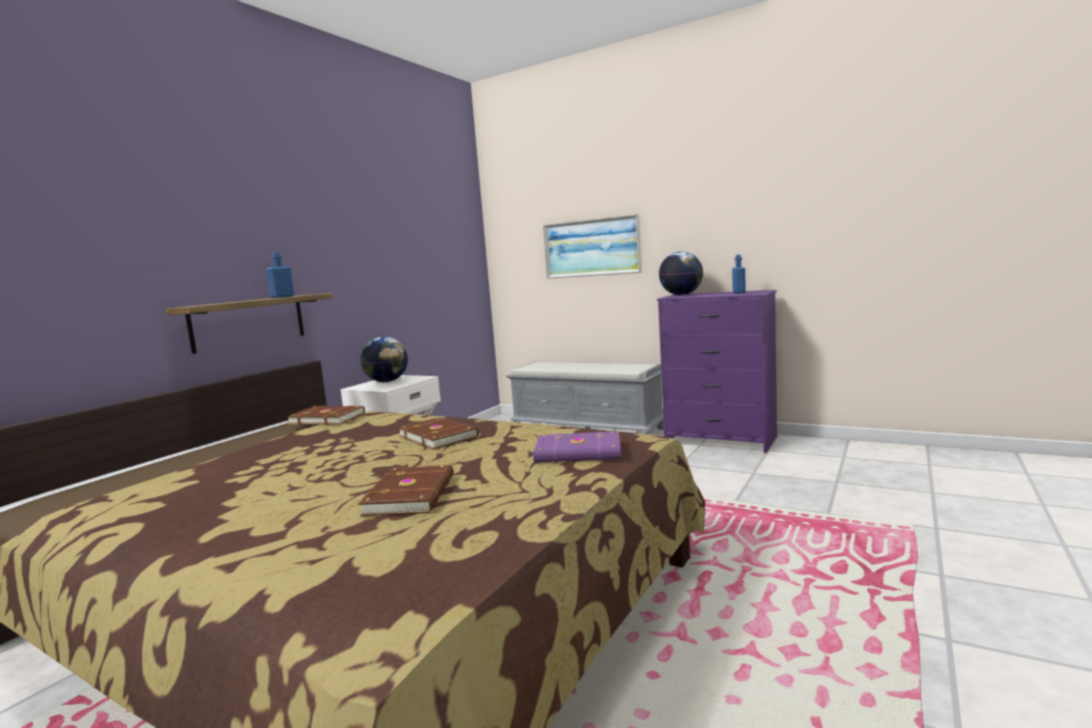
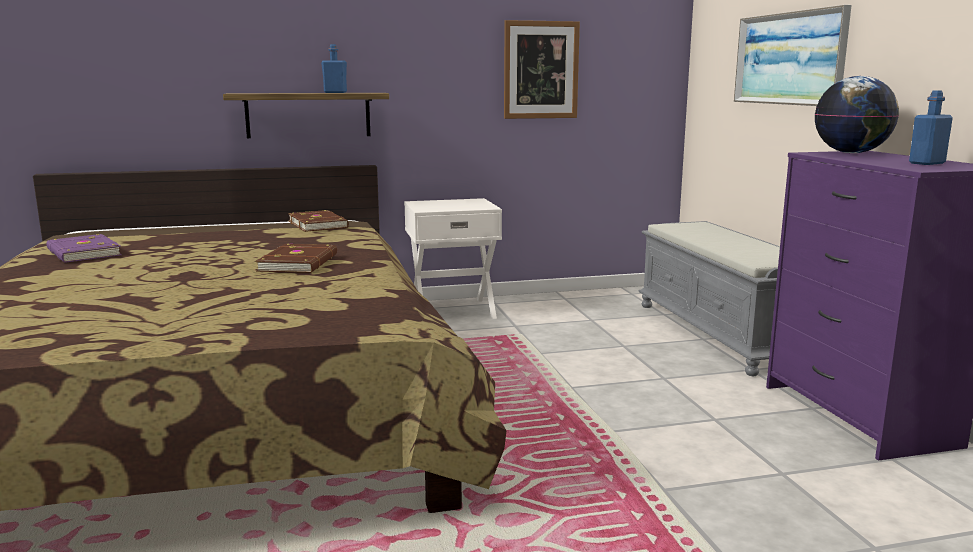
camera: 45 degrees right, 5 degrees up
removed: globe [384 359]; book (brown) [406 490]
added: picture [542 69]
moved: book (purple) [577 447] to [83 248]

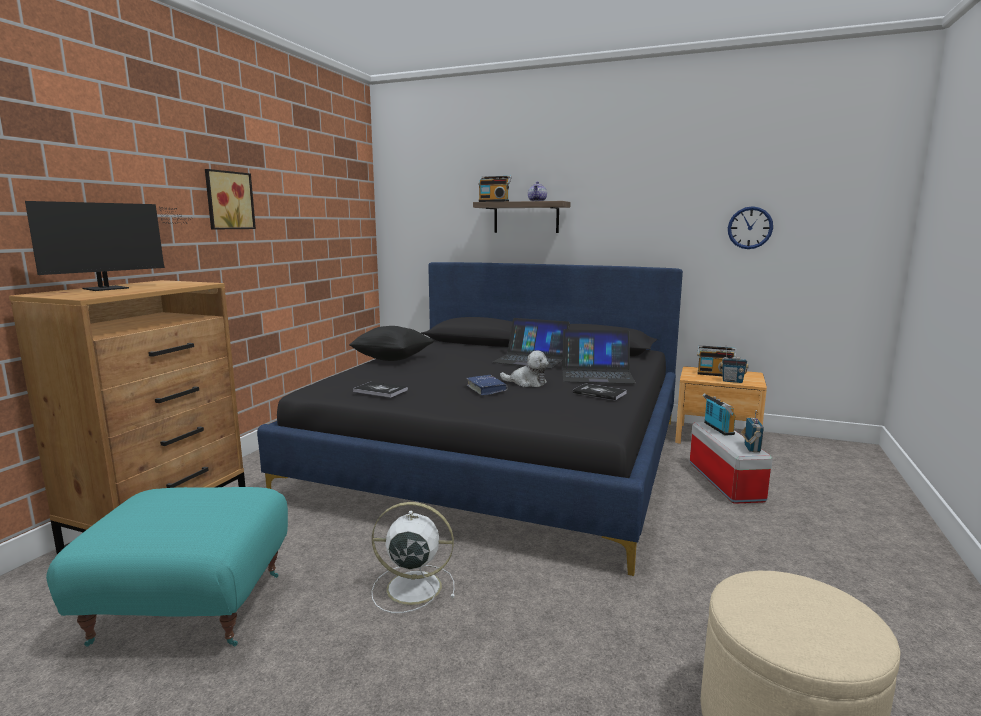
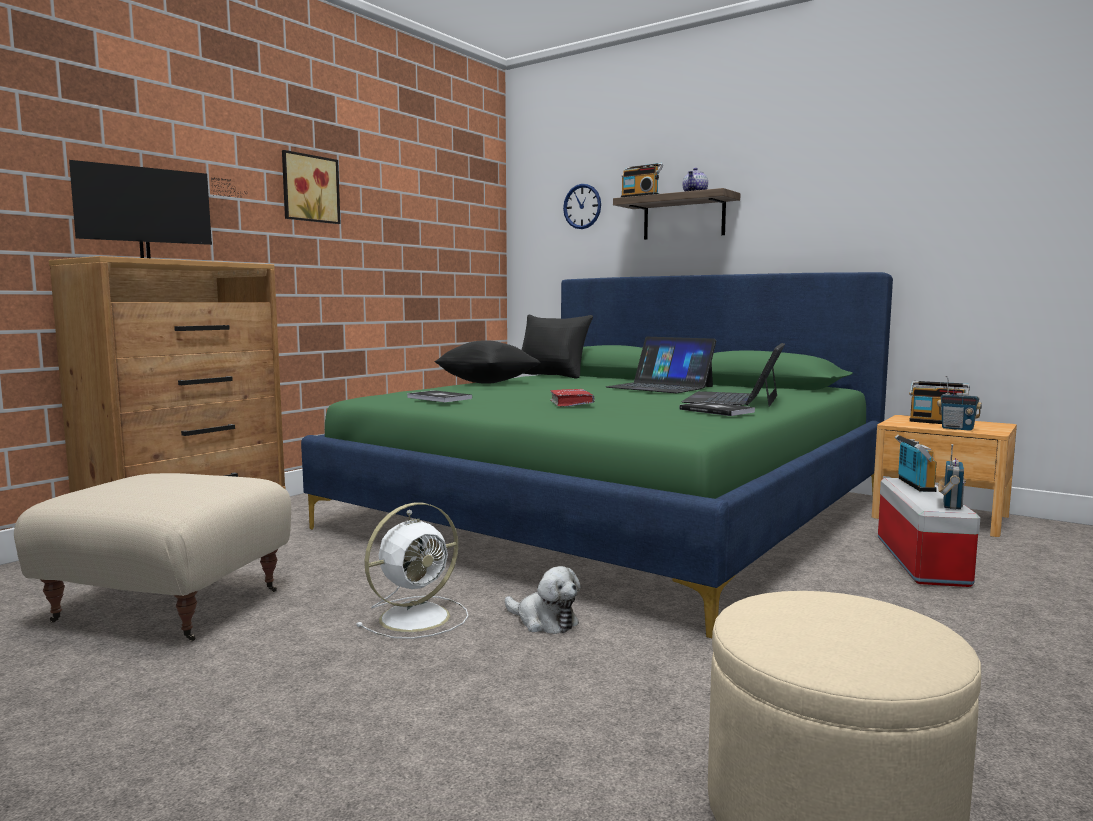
camera: 15 degrees right, 5 degrees down
added: pillow (black) [557 347]
moved: wall clock [750 227] to [582 206]; plush toy [524 368] to [543 600]
recoloured: bed (black) [470 419] to bed (green) [597 455]; book (blue) [487 385] to book (red) [572 398]; ottoman (turquoise) [167 566] to ottoman (beige) [152 557]
turned: laptop [598 356] = [733 375] 90 degrees clockwise; fan (white) [413 557] = [412 570] 120 degrees clockwise

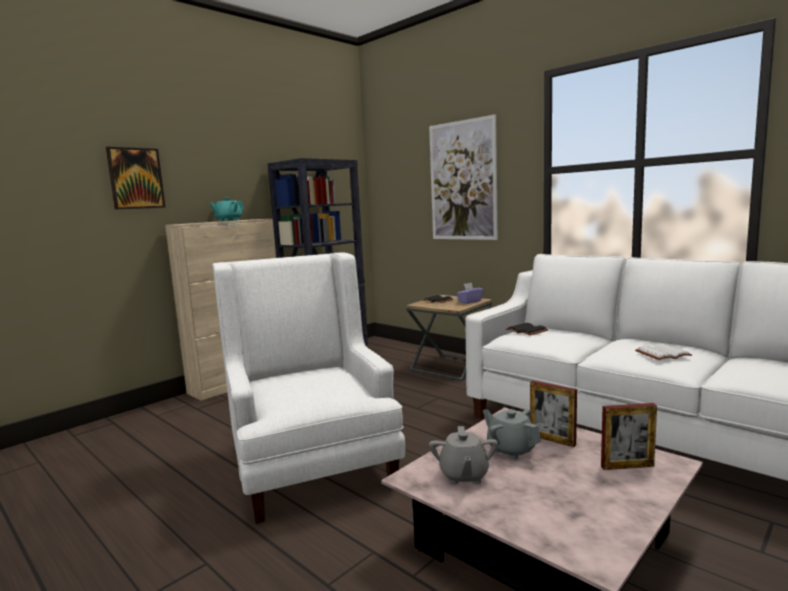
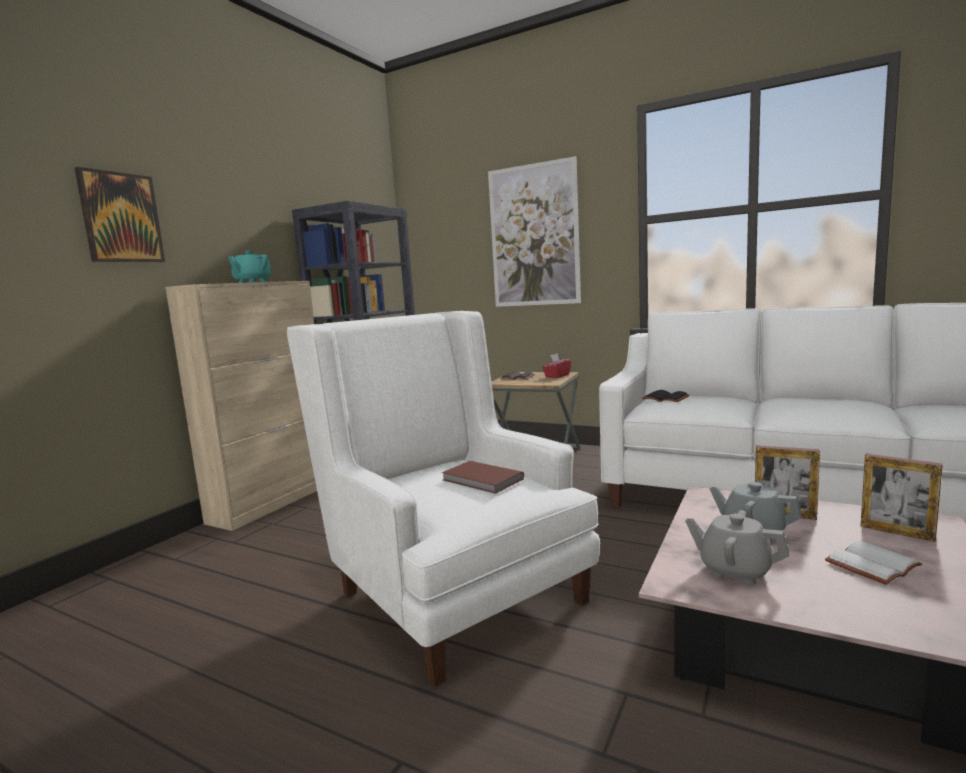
camera: 15 degrees left, 0 degrees up
added: book (brown) [483 477]
moved: book (white) [663 352] to [873 562]
recoloured: tissue box (purple) [469 293] to tissue box (red) [556 365]
turned: picture frame [629 436] = [902 498] 60 degrees clockwise; teapot (grey) [463 455] = [737 547] 135 degrees clockwise

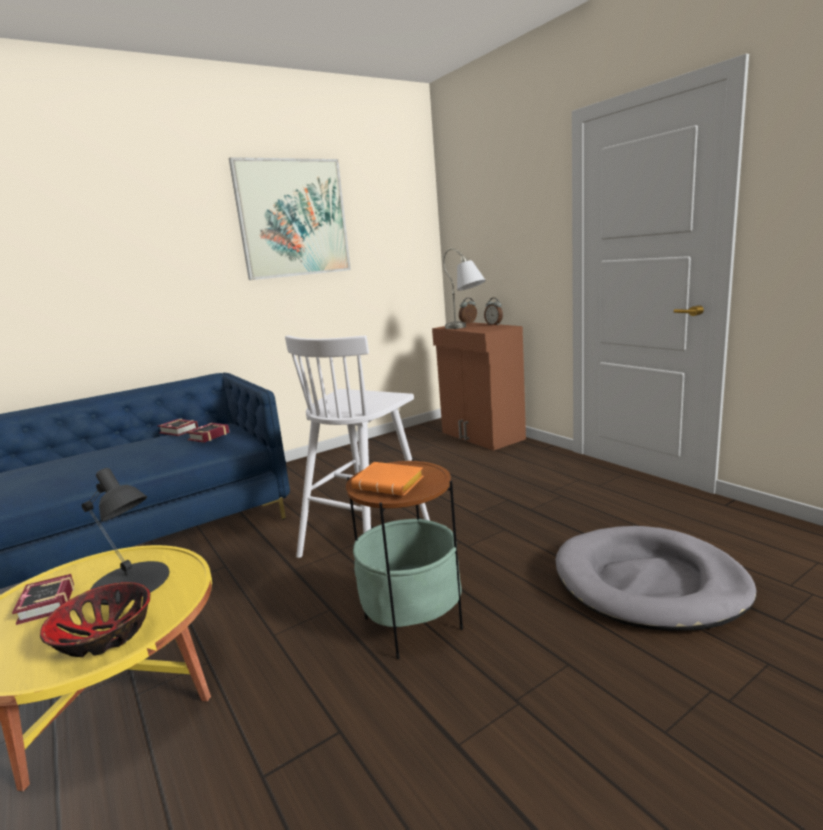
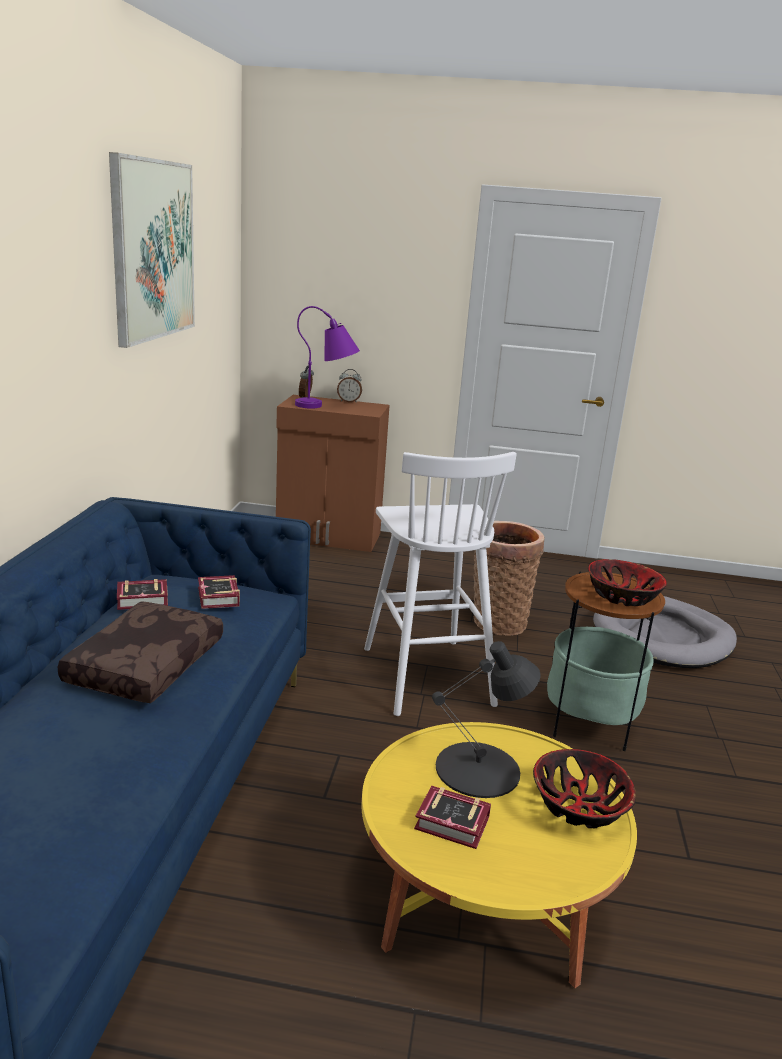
camera: 50 degrees left, 5 degrees up
added: basket [508 578]; pillow (brown) [140 652]
replaced: book (orange) [387 479] to bowl [627 582]
recoloured: table lamp (grey) [464 288] to table lamp (purple) [327 357]

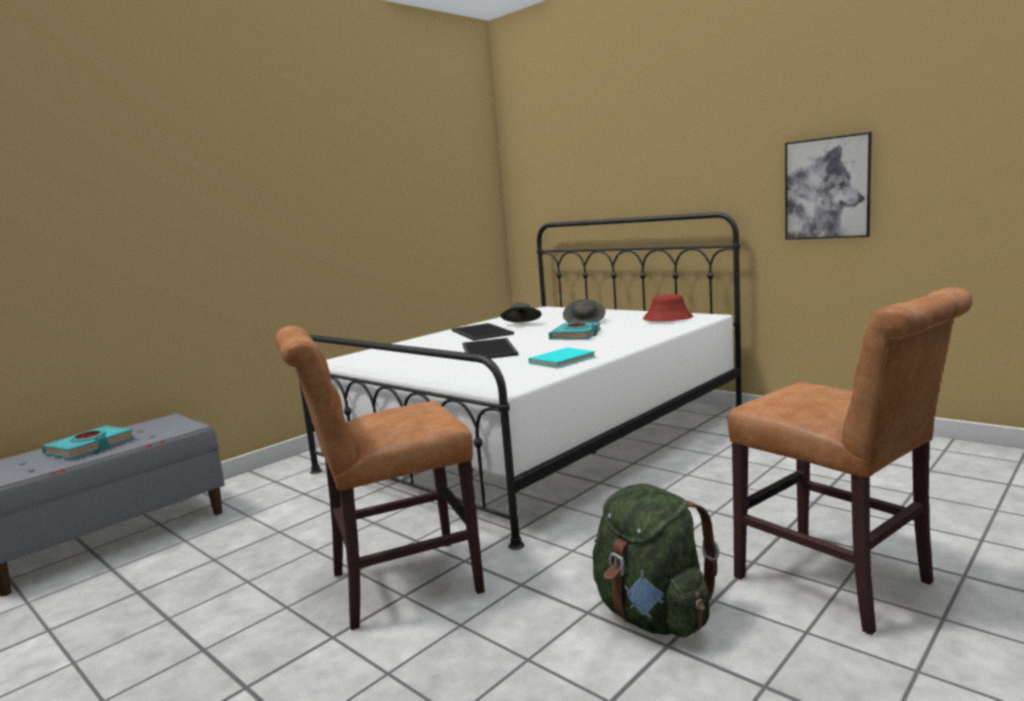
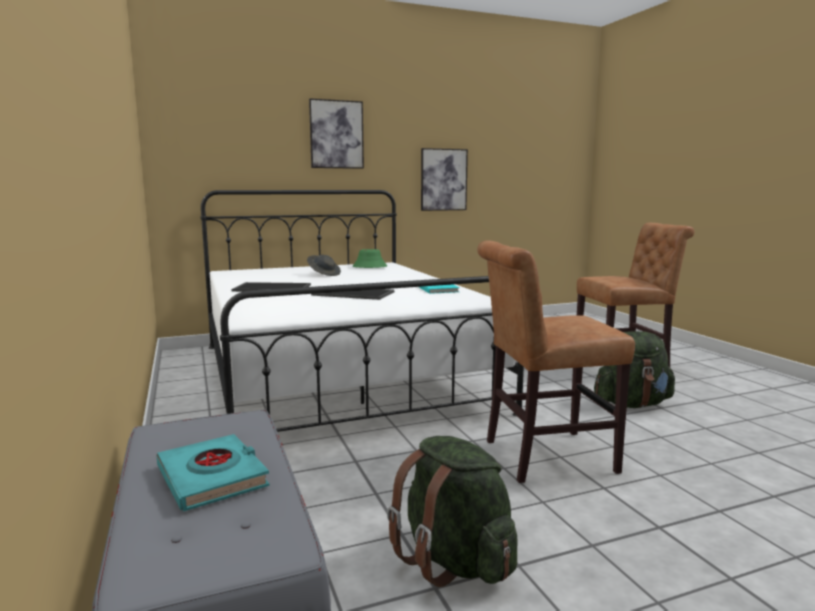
camera: 65 degrees left, 0 degrees up
removed: hat (grey) [520 312]; book (turquoise) [575 331]
added: picture [336 133]; backpack (green) [452 511]
recoloured: hat (red) [668 307] to hat (green) [370 258]
turned: chair (brown) [380 477] = [556 361] 75 degrees clockwise

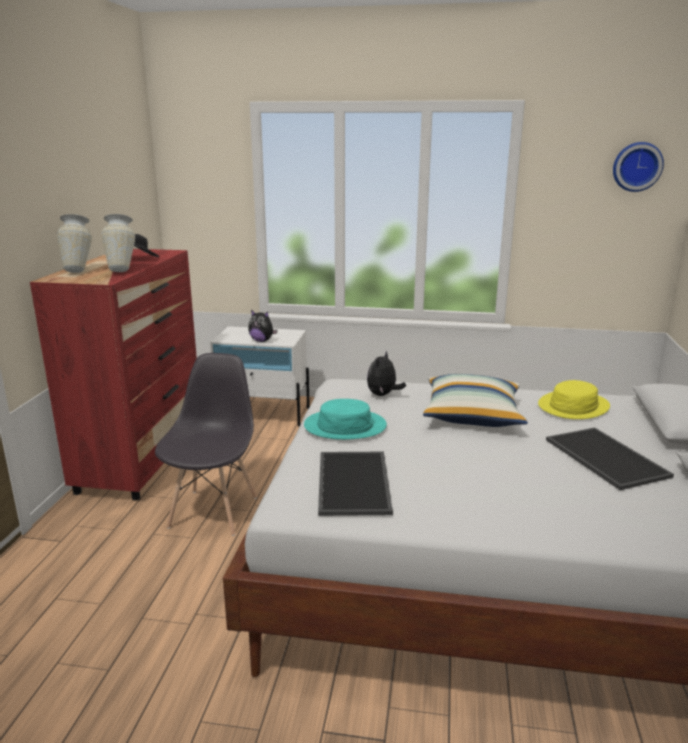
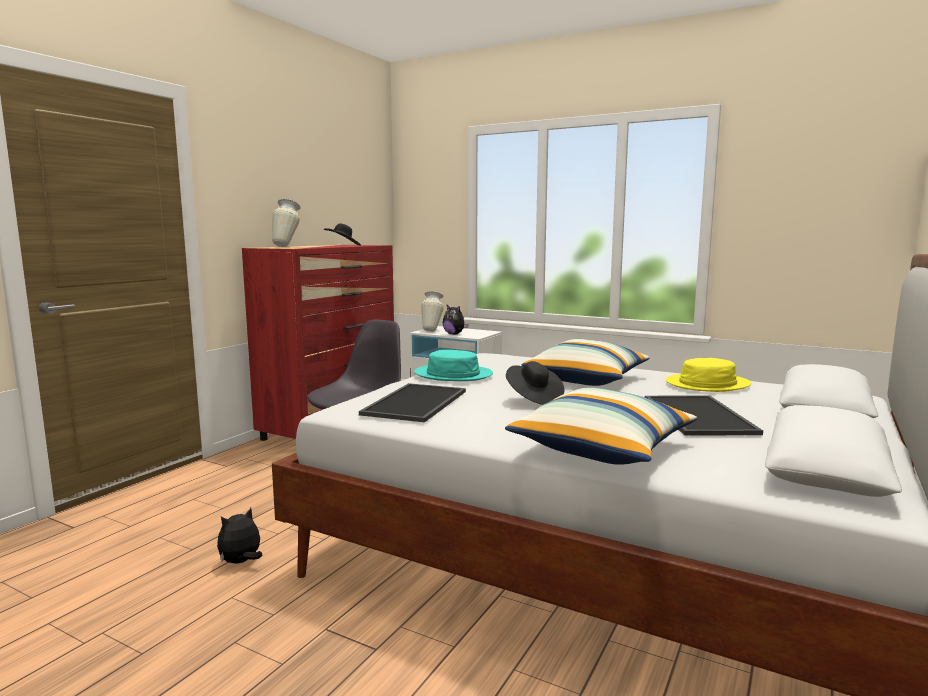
camera: 20 degrees right, 10 degrees down
removed: wall clock [638 167]
added: hat (black) [535 383]; pillow [601 426]
moved: vase [118 243] to [432 311]; plush toy [386 373] to [239 536]

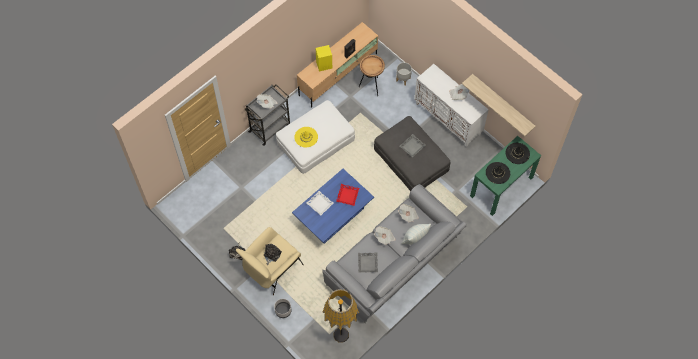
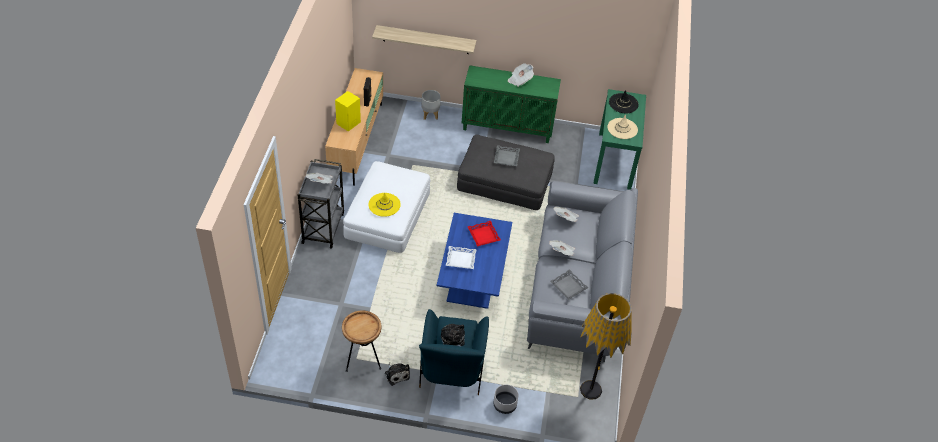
camera: 40 degrees left, 15 degrees down
removed: pillow [416 234]
moved: side table (brown) [372 75] to [361 341]; shelf [499 105] to [424 39]
recoloured: cabinet (white) [451 105] to cabinet (green) [511 104]; hat (black) [498 173] to hat (beige) [623 126]; armchair (beige) [270 261] to armchair (blue) [454 352]

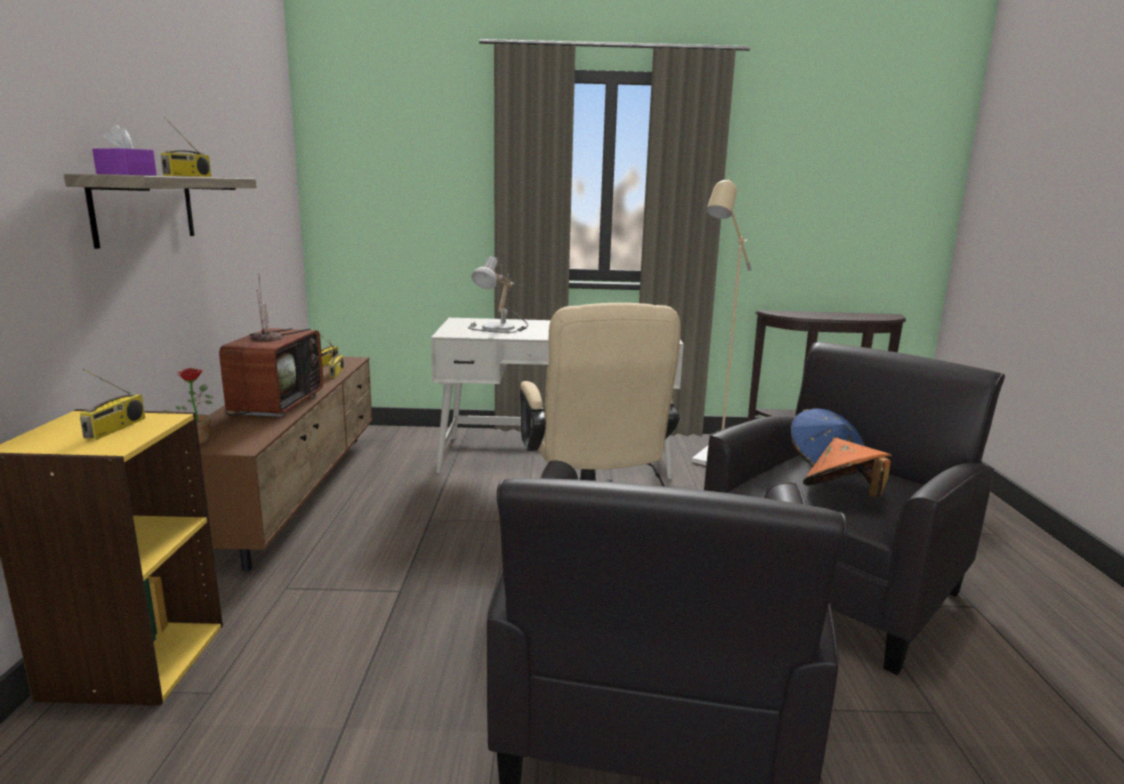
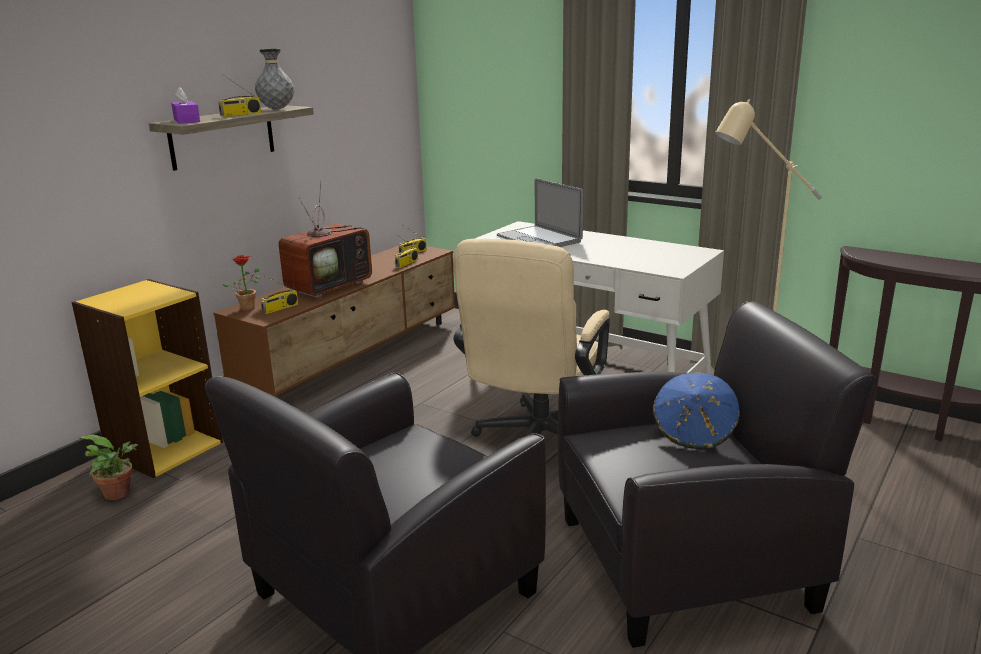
camera: 35 degrees right, 5 degrees up
removed: hat (orange) [847 467]
added: vase (grey) [274 79]; potted plant [108 467]
moved: radio [112 404] to [279 295]
replaced: table lamp [498 294] to laptop [540 212]

